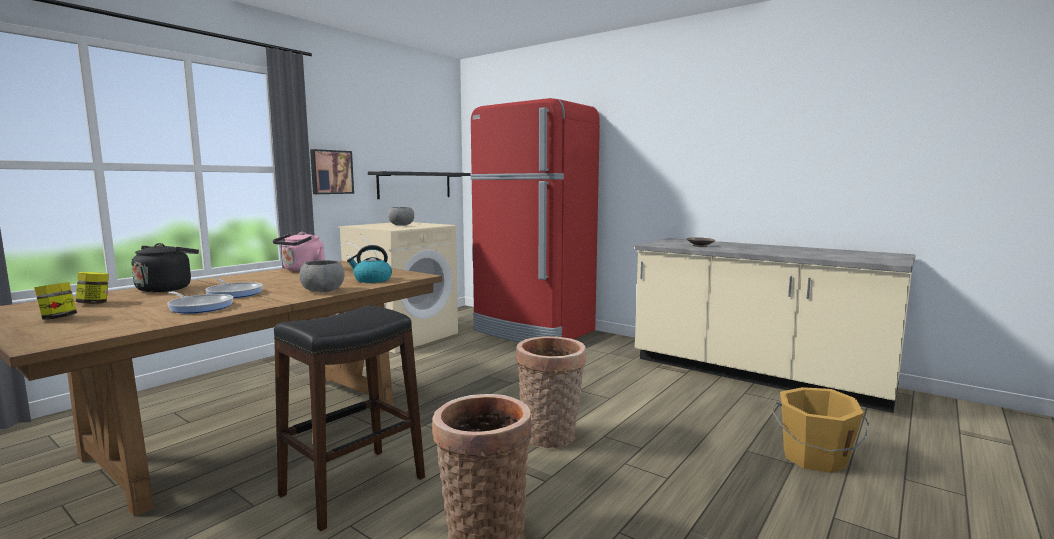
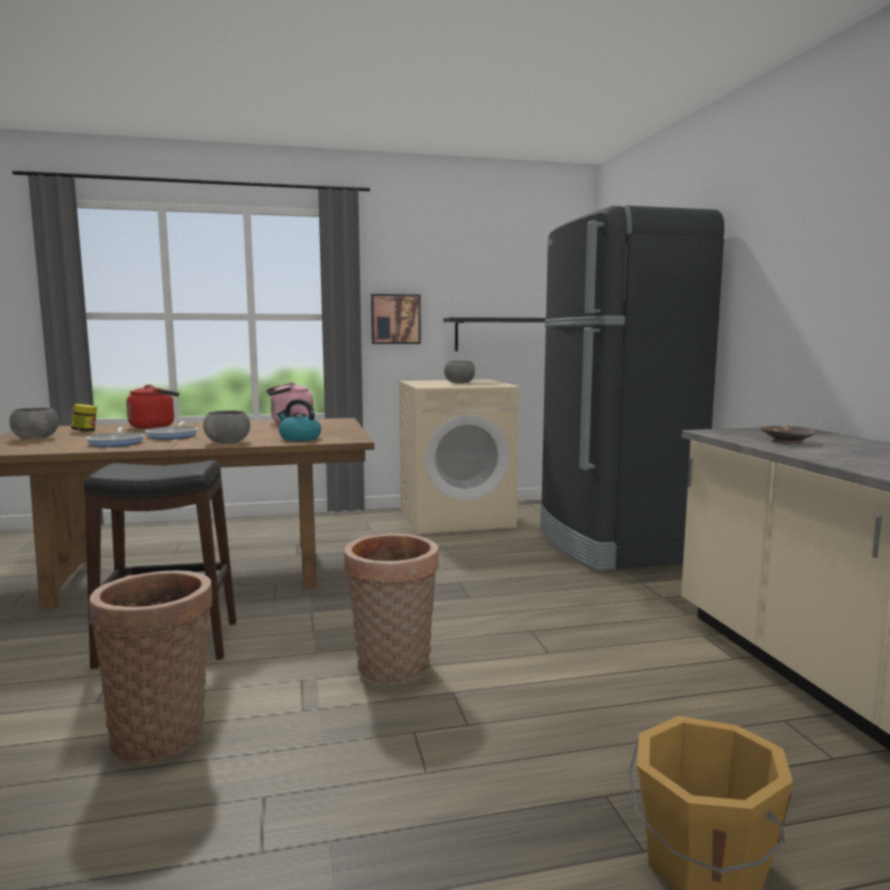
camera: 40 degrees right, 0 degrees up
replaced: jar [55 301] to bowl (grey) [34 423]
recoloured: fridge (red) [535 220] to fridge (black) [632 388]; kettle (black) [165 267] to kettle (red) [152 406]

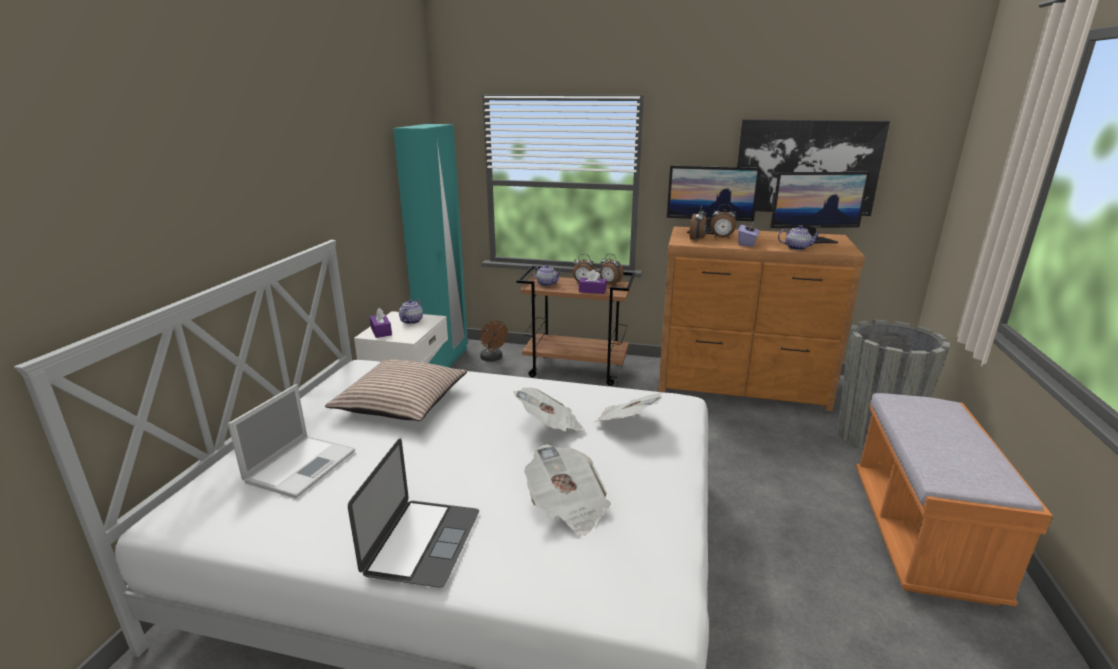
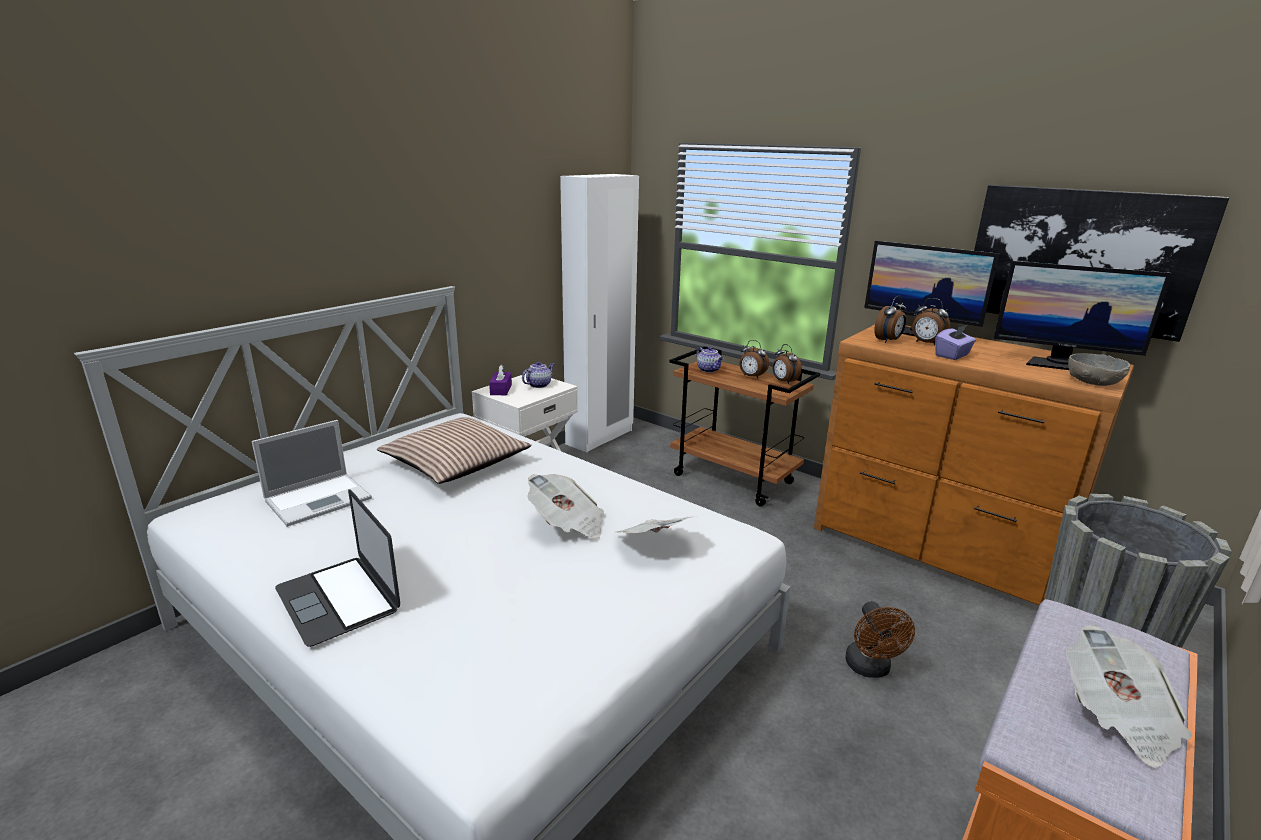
camera: 25 degrees right, 0 degrees up
removed: teapot [799 237]; tissue box (purple) [592 282]
added: bowl (grey) [1099 370]
moved: fan (brown) [494 341] to [880 639]; newspaper [567 490] to [1129 696]
recoloured: wardrobe (turquoise) [430 245] to wardrobe (white) [599 313]
turned: laptop [413 513] = [337 568] 105 degrees clockwise

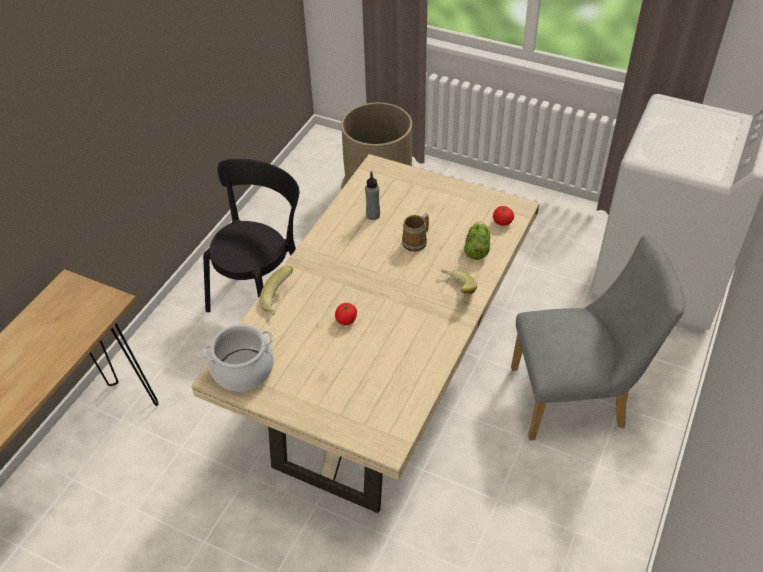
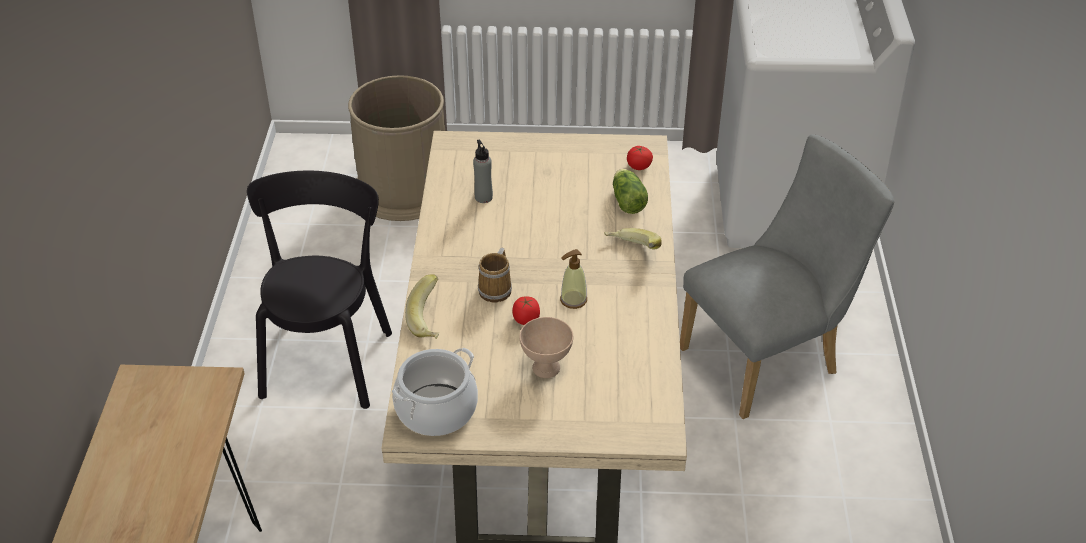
camera: 25 degrees left, 5 degrees down
added: soap dispenser [573 279]; bowl (beige) [546 347]
moved: mug [415 232] to [495 275]

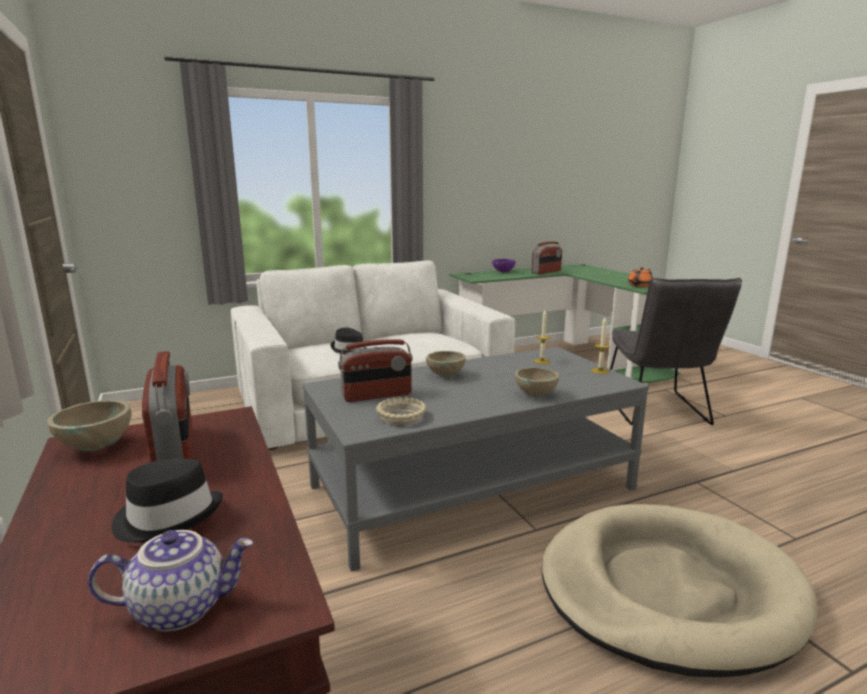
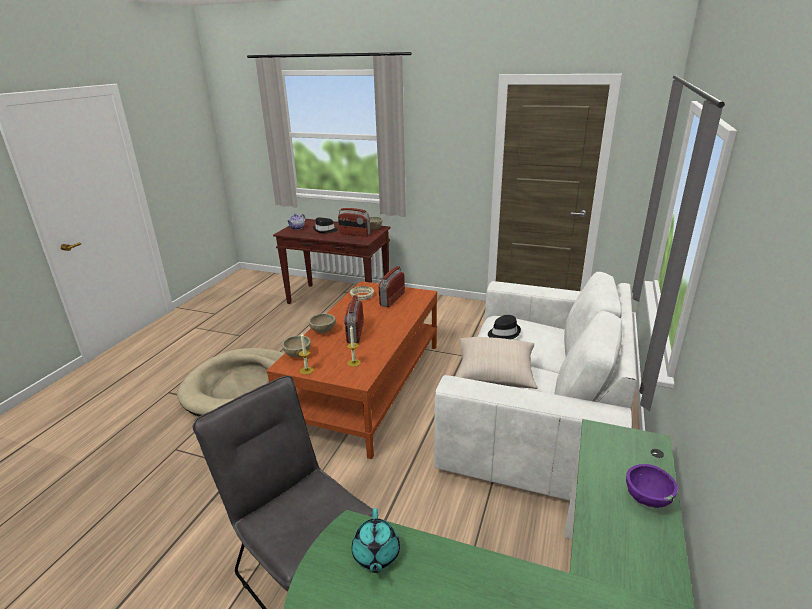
camera: 135 degrees right, 10 degrees up
added: pillow (beige) [496 363]
moved: radio [547 258] to [354 319]; bowl (beige) [445 364] to [296 346]
recoloured: teapot (orange) [640 277] to teapot (turquoise) [376 540]; coffee table (grey) [475 459] to coffee table (brown) [352 370]

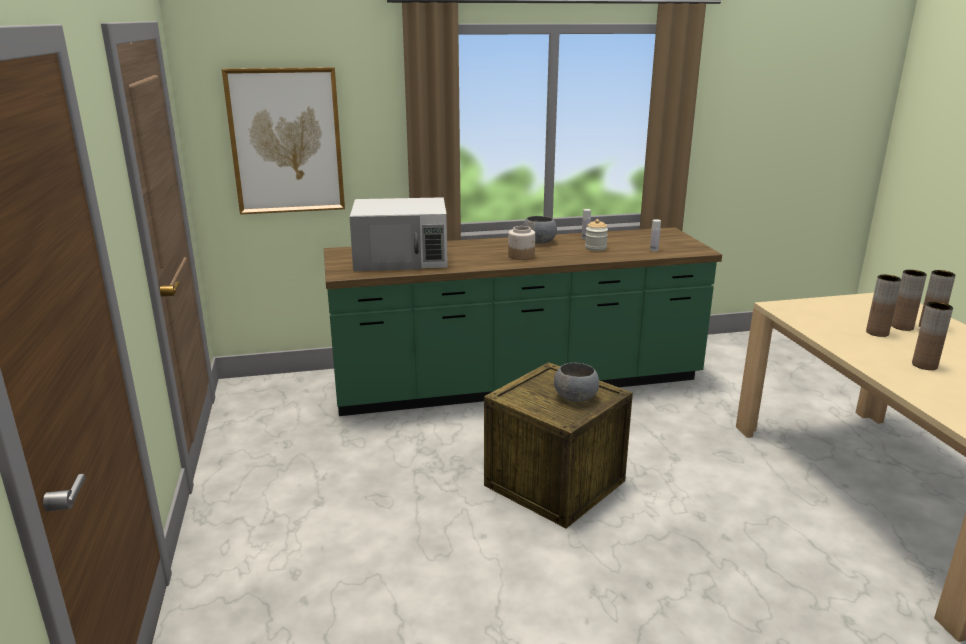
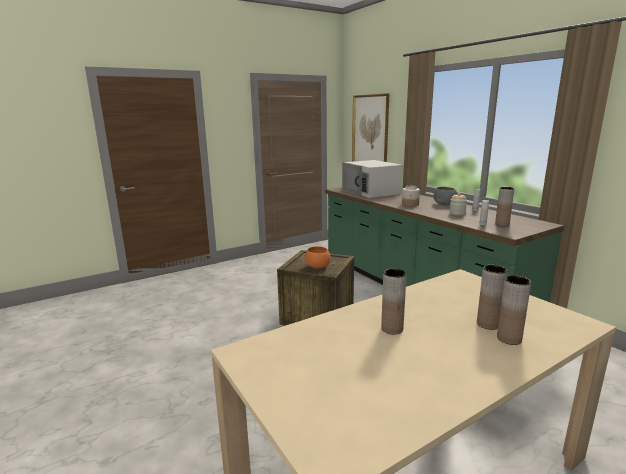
camera: 70 degrees right, 5 degrees down
moved: vase (brown) [883 306] to [504 206]
recoloured: bowl (grey) [576 382] to bowl (orange) [318 257]

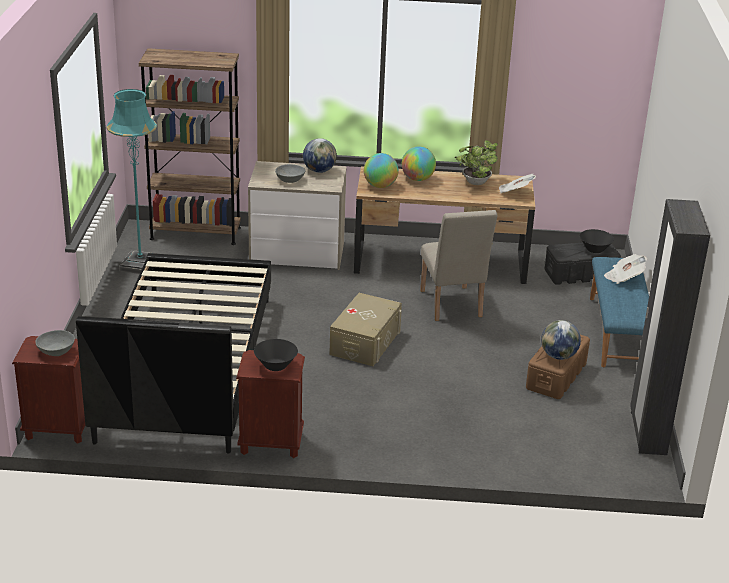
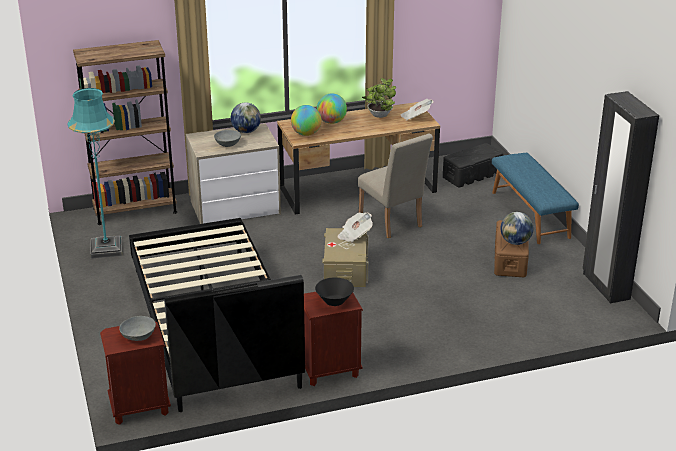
camera: 20 degrees left, 0 degrees up
removed: bowl (black) [597 241]
moved: newspaper [626 269] to [355 227]

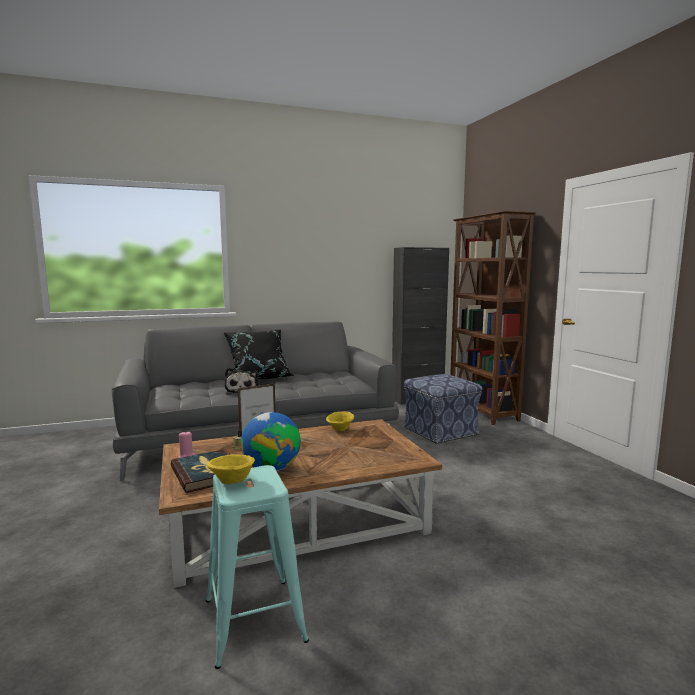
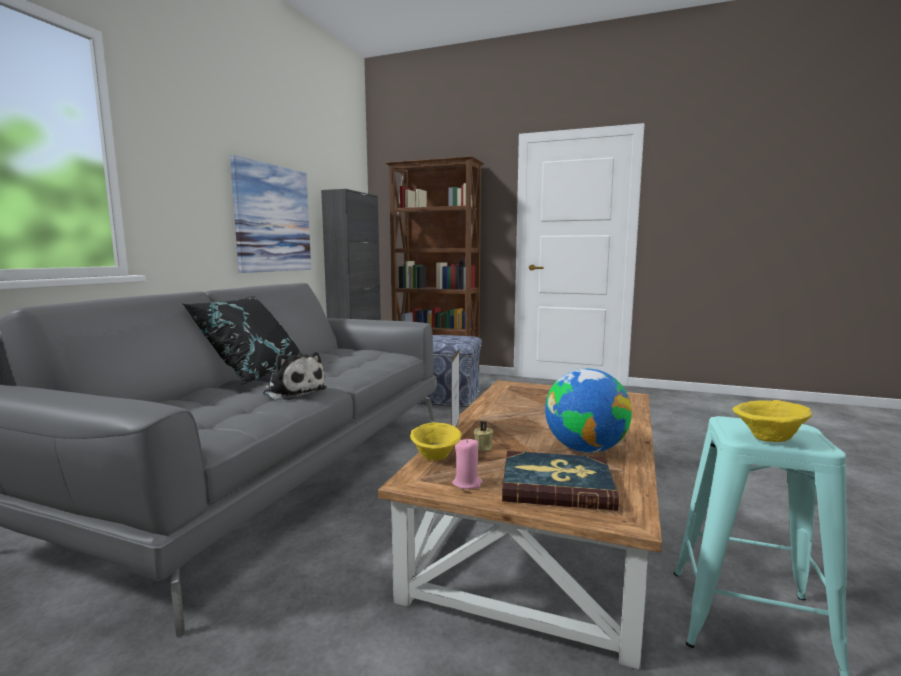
camera: 50 degrees left, 0 degrees up
added: picture [270 214]
moved: bowl (yellow) [340 421] to [436 441]

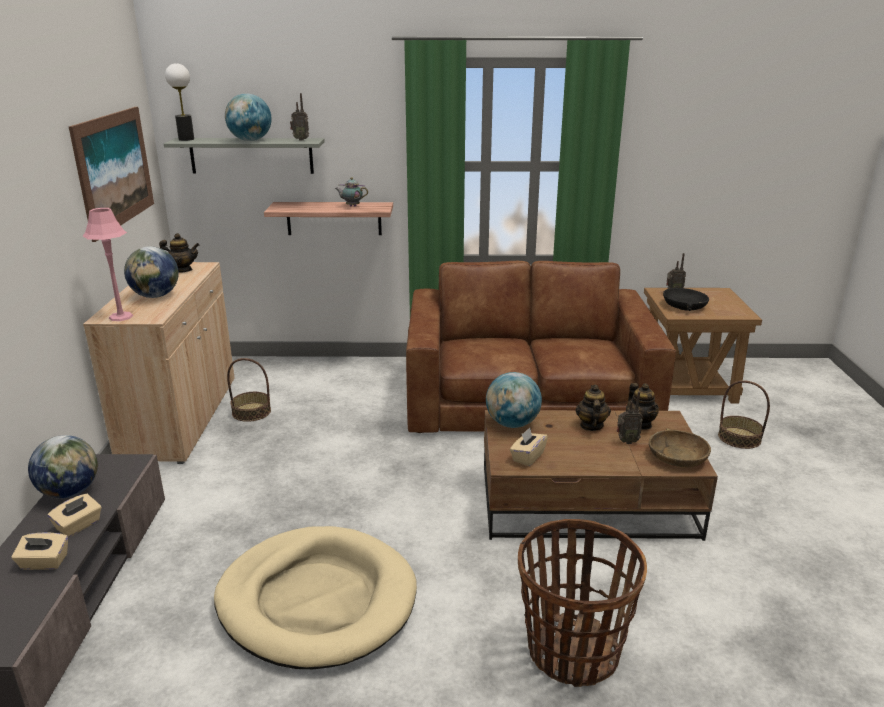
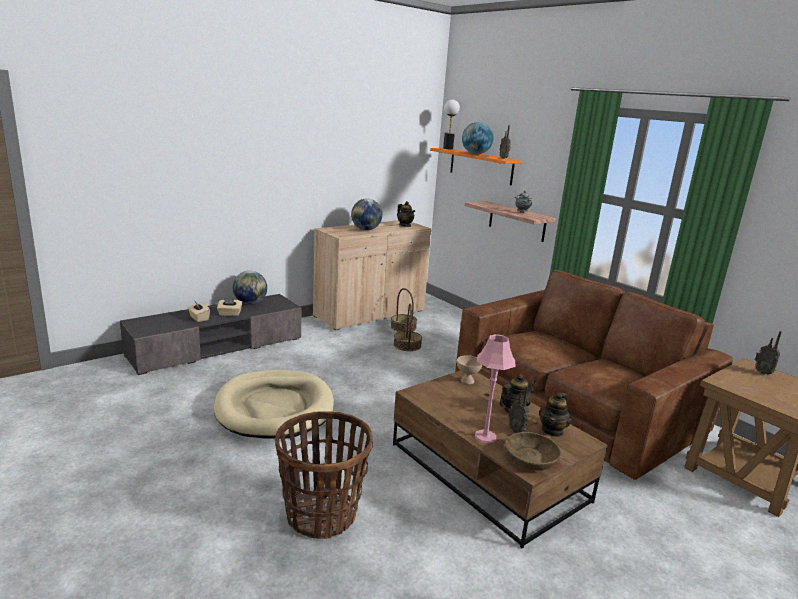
camera: 50 degrees right, 5 degrees down
removed: picture [111 174]; bowl (black) [686 299]; tissue box (beige) [529 447]
moved: table lamp (pink) [108 264] to [495 389]; basket [744 414] to [408 327]
replaced: globe [514 400] to bowl (beige) [470 370]
recoloured: shelf (grey) [244 156] to shelf (orange) [476 166]

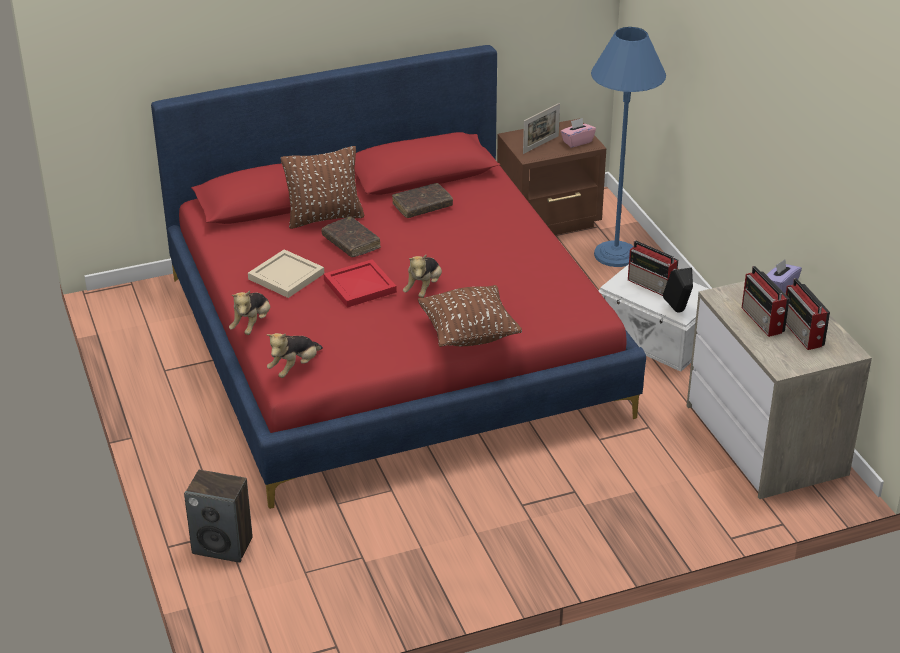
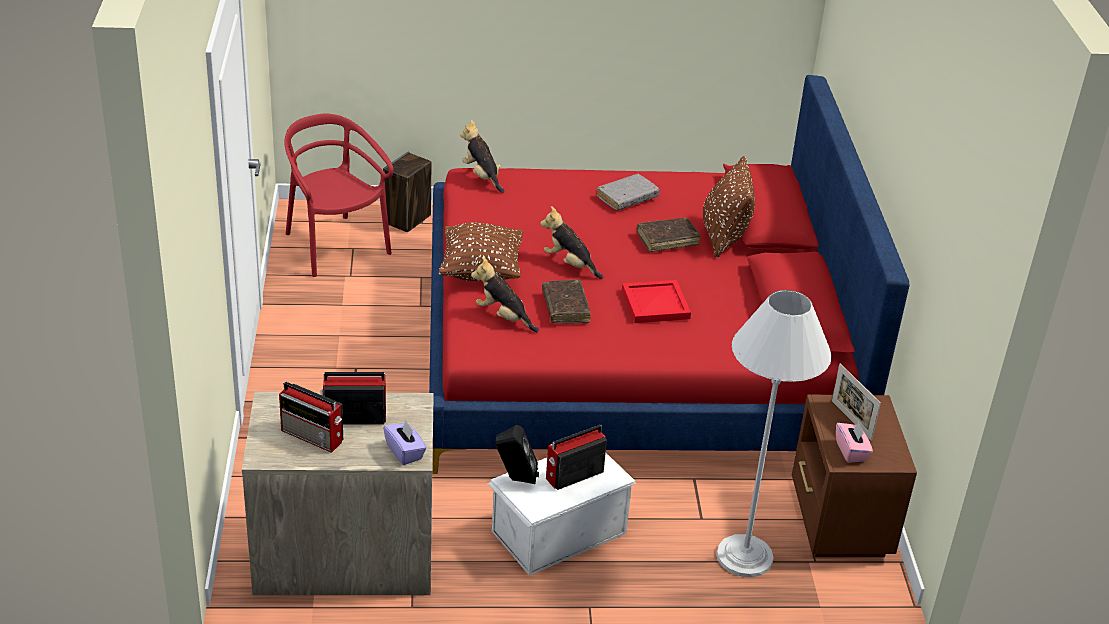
camera: 105 degrees right, 0 degrees up
added: chair (red) [339 195]
moved: book (brown) [422 200] to [566 301]; tray (red) [360 284] to [656 301]; plush toy [249 313] to [505 294]
replaced: tray (beige) [286 273] to book (grey) [628 192]
recoloured: floor lamp (blue) [628 147] to floor lamp (white) [774 433]
turned: radio [808 314] = [311 417] 150 degrees counterclockwise

